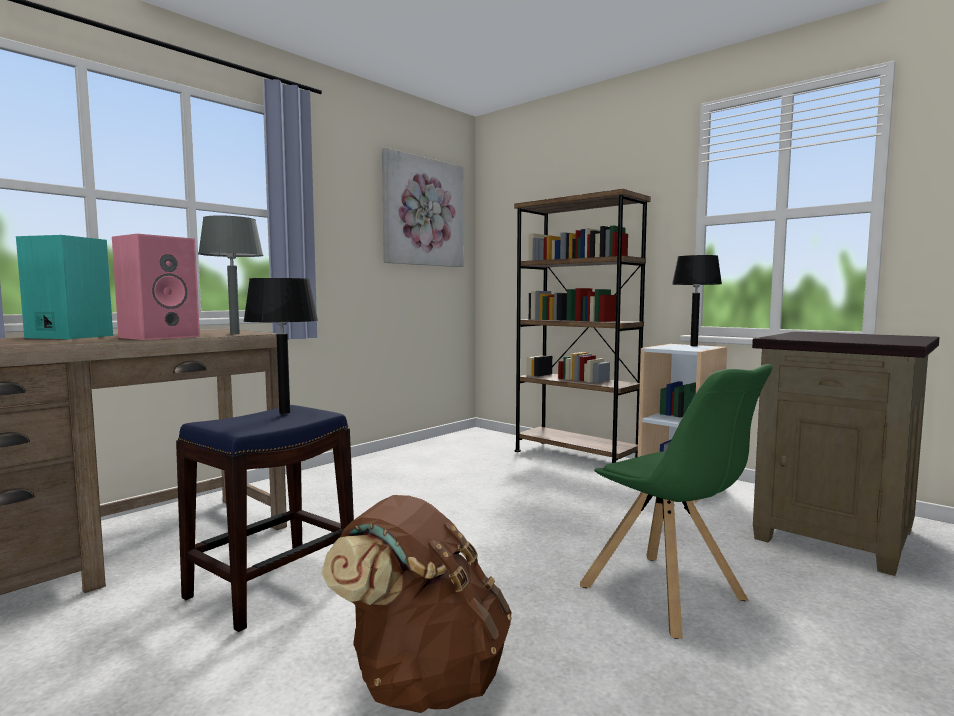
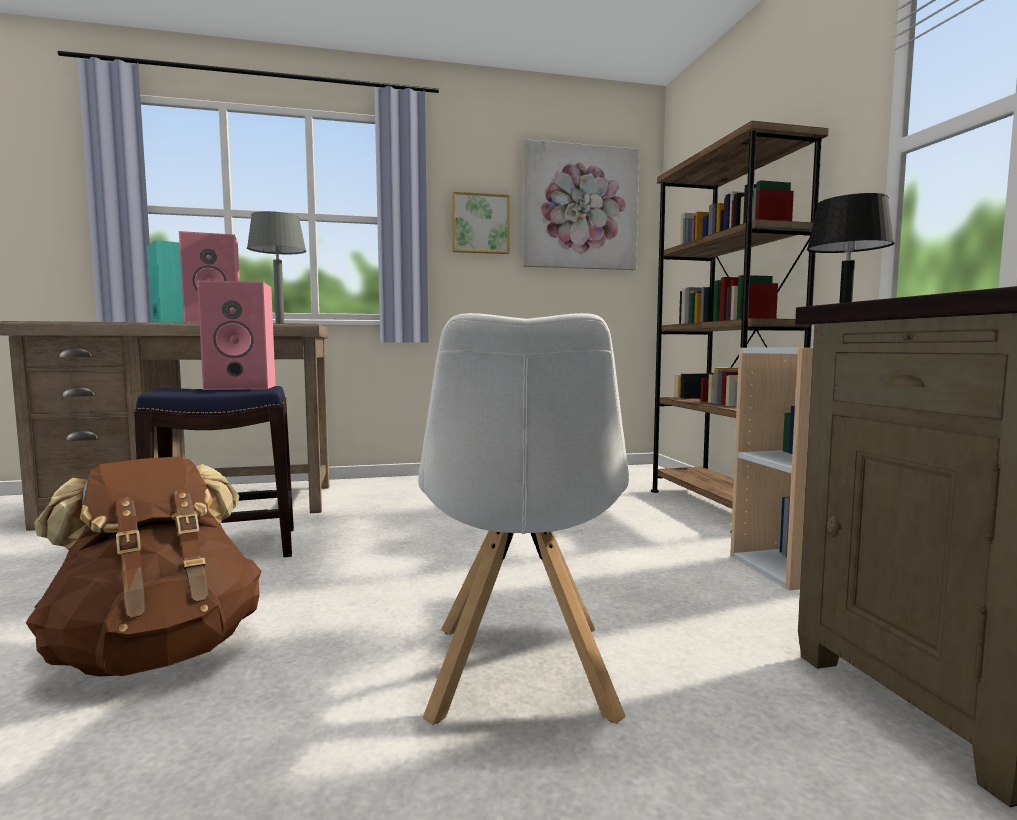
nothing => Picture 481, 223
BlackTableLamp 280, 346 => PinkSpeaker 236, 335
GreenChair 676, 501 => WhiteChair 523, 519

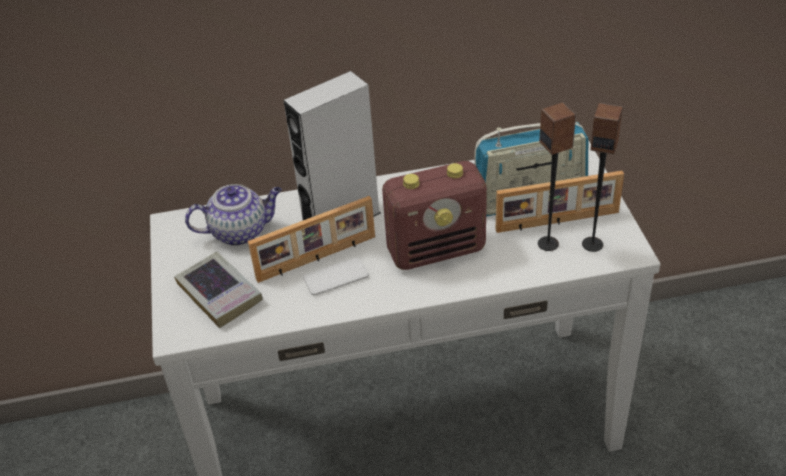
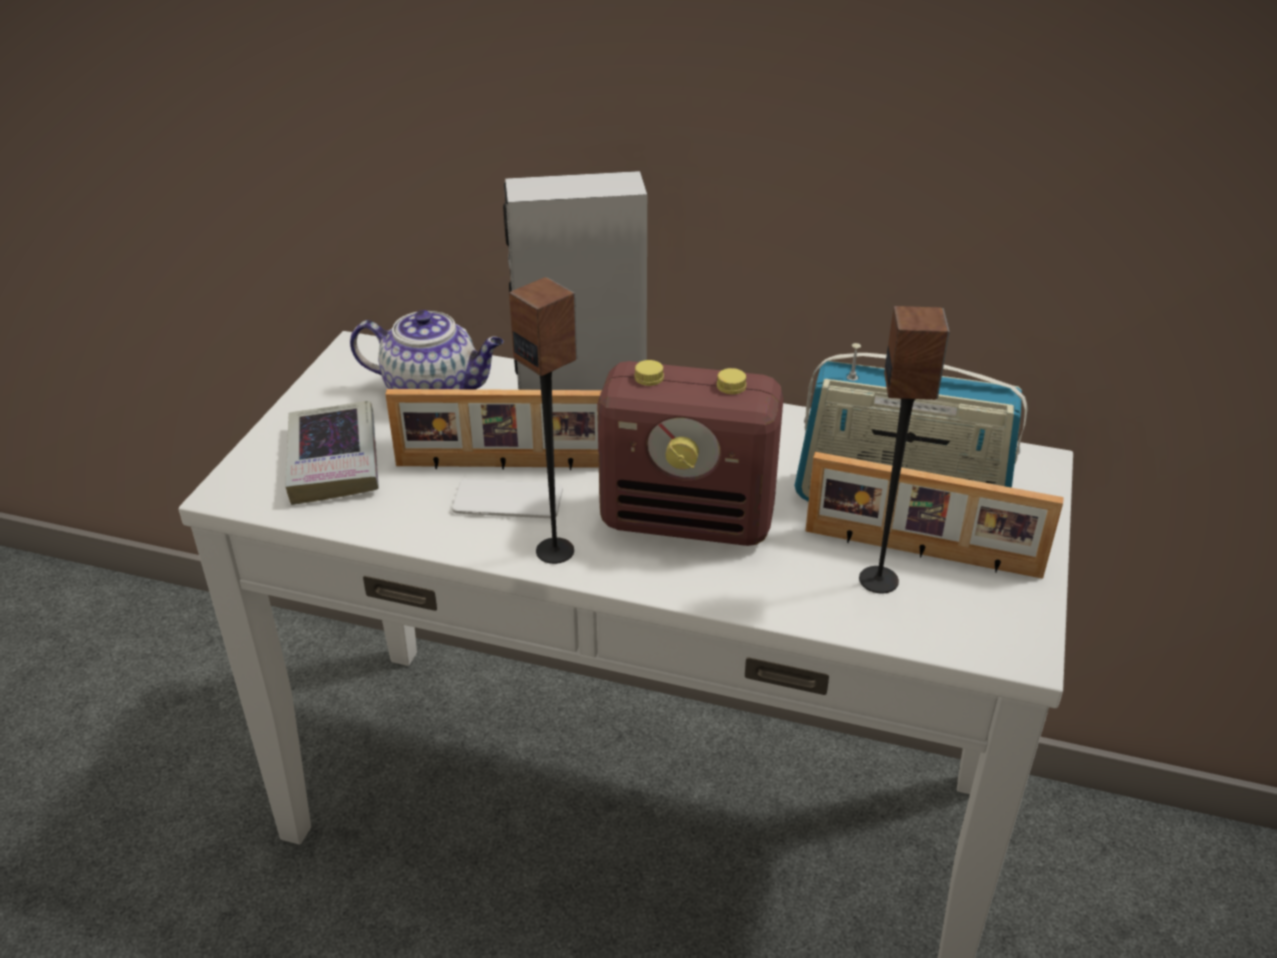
Speaker 602, 177 => Speaker 543, 420, move

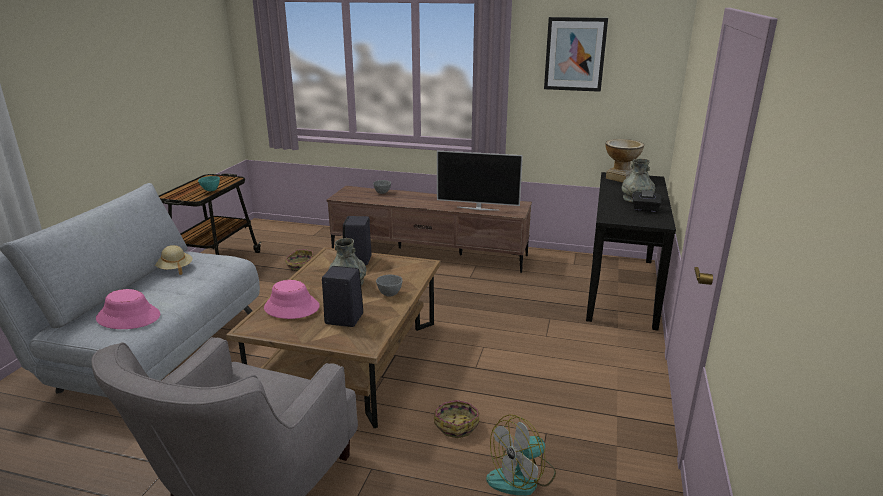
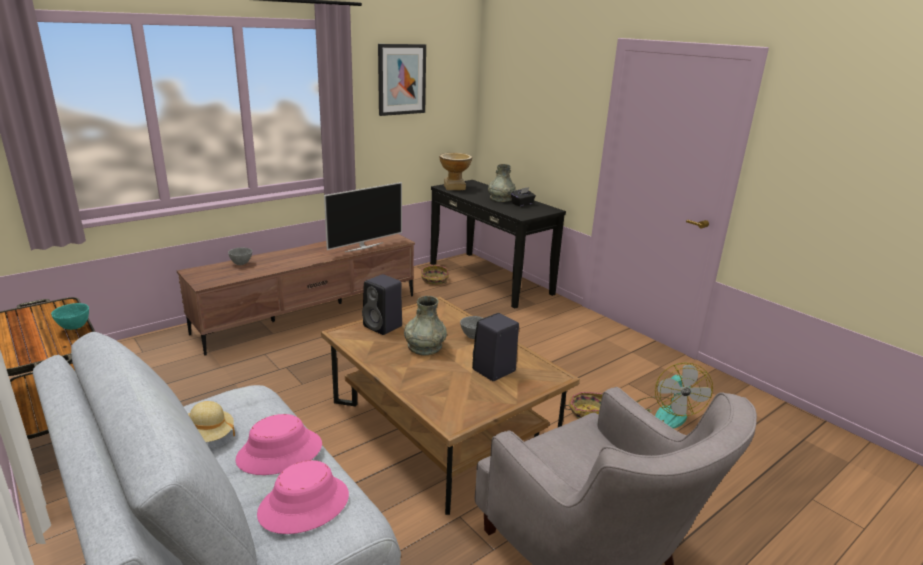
PinkHat 292, 299 => PinkHat 278, 444, move
Basket 300, 260 => Basket 435, 275, move

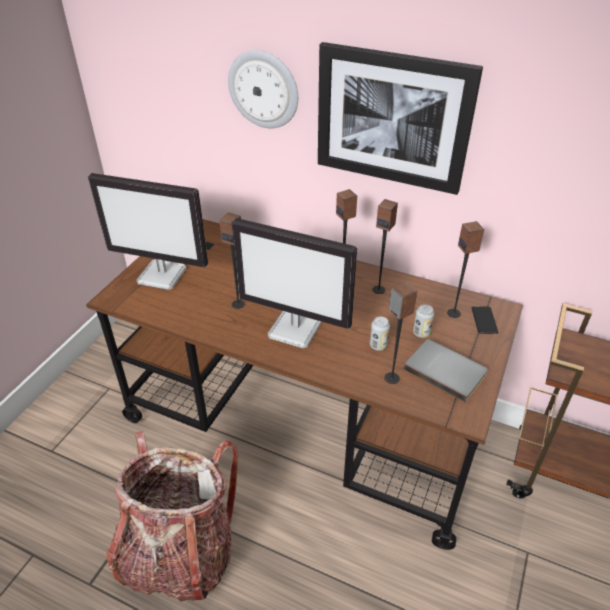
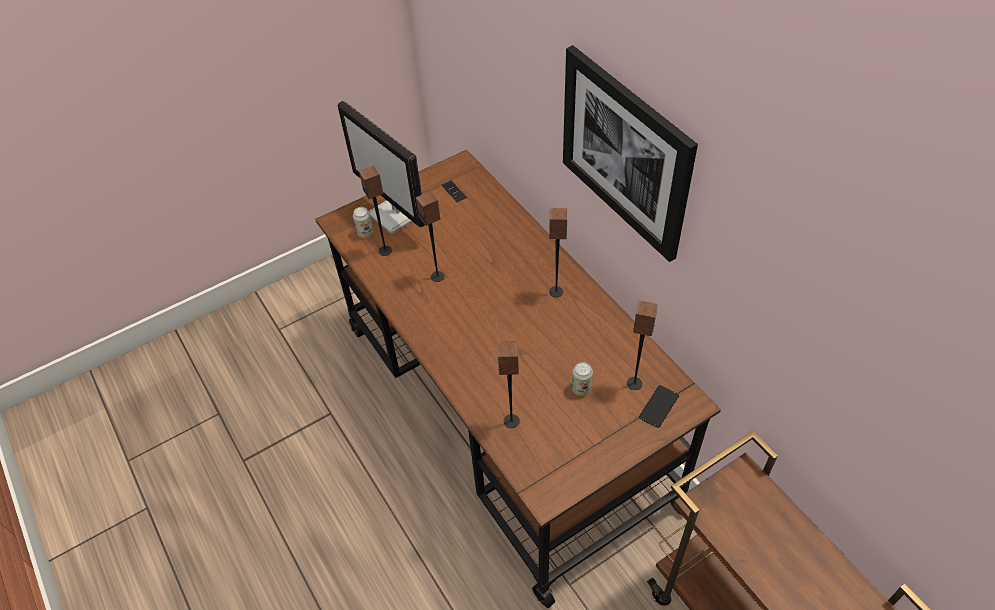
Backpack 172, 516 => nothing
WallClock 263, 89 => nothing
Monitor 294, 283 => nothing
GreyBook 445, 370 => nothing
Can 380, 333 => Can 363, 222, move
Speaker 385, 246 => Speaker 375, 211, move

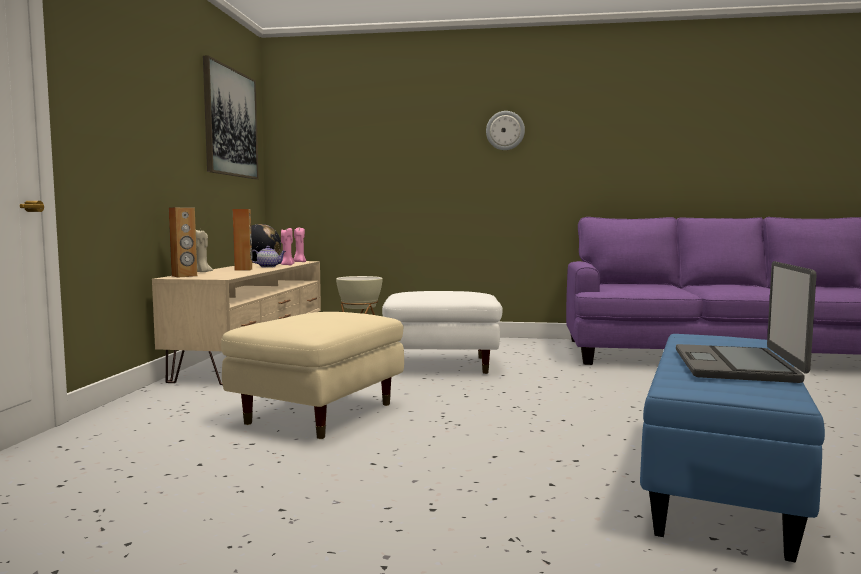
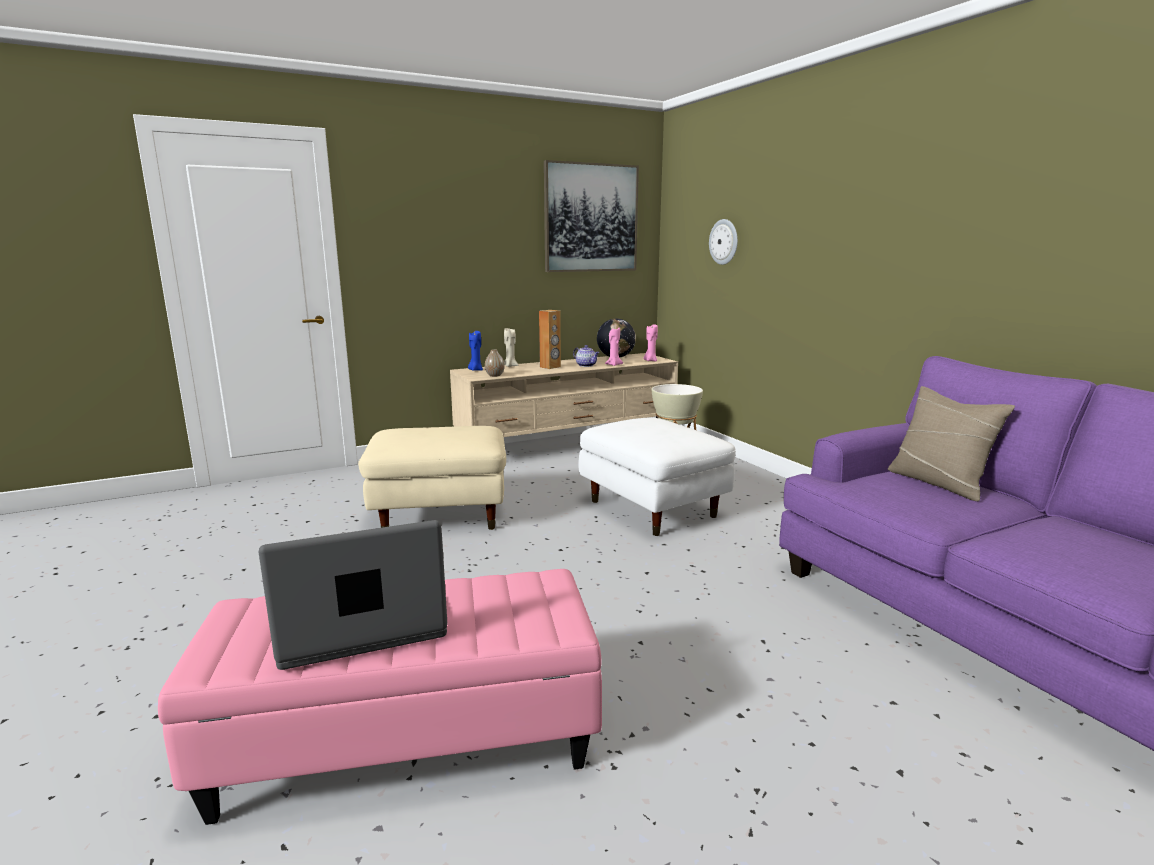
nothing => Vase 495, 363
nothing => BeigePillow 951, 443
WallClock 505, 130 => WallClock 723, 242, move
BrownSpeaker 183, 242 => BlueCandle 475, 351
BlueOttoman 732, 448 => PinkOttoman 380, 697

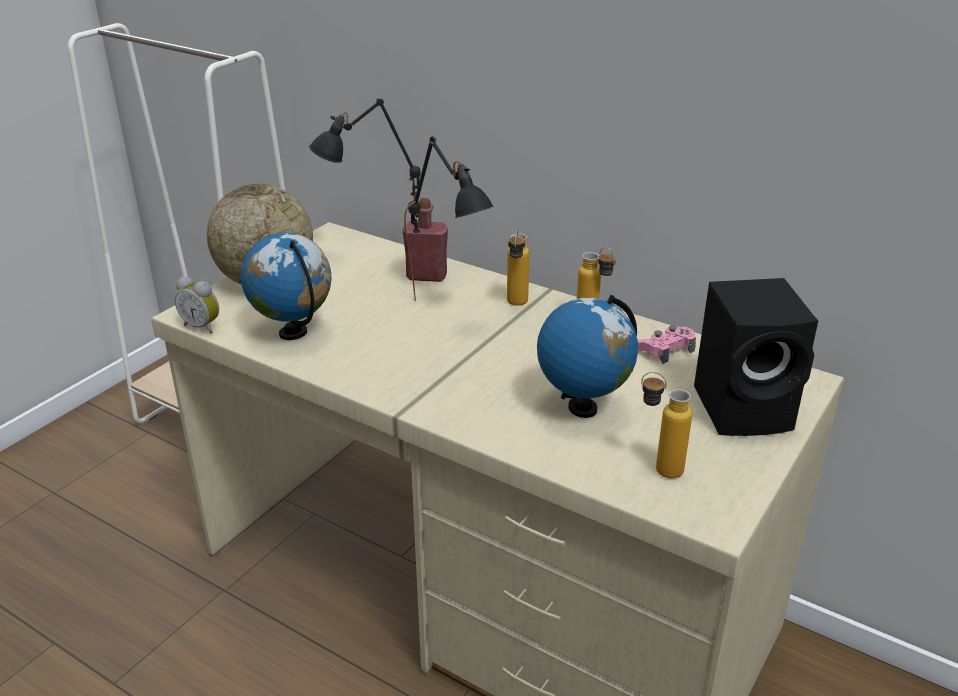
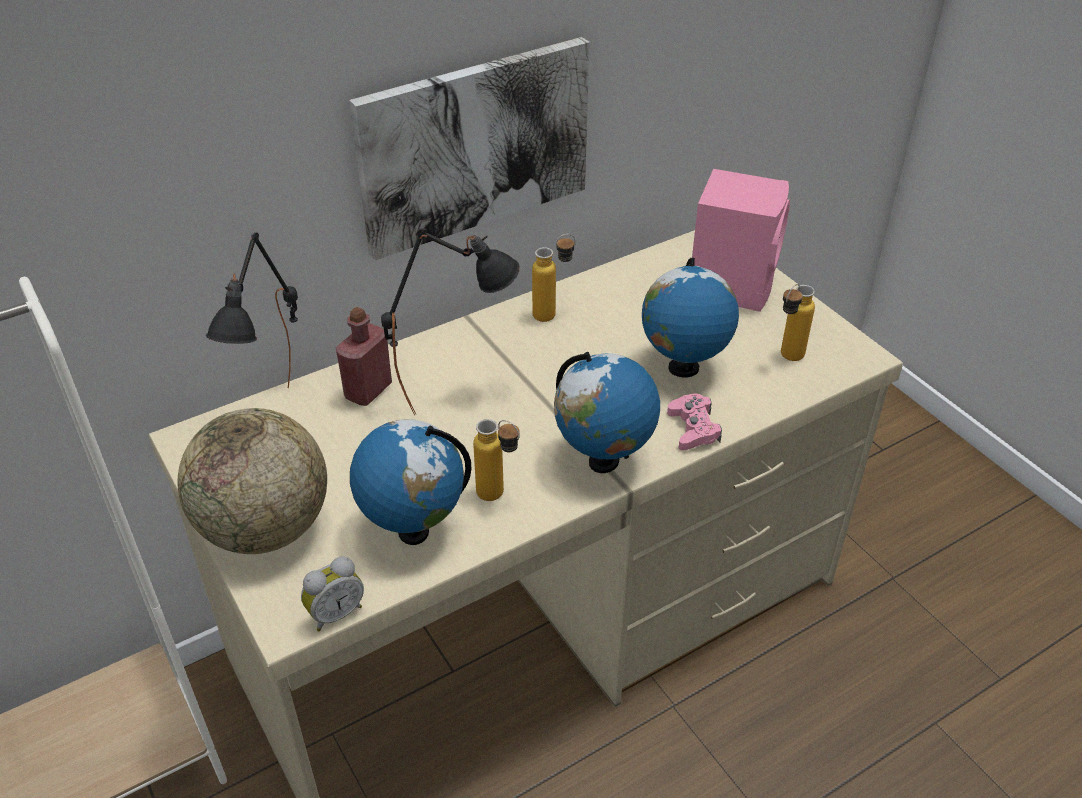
nothing => Picture 469, 148
nothing => Globe 607, 412
Bottle 518, 268 => Bottle 496, 460, move
PinkGameController 667, 344 => PinkGameController 694, 421, move
BlackSpeaker 756, 357 => PinkSpeaker 741, 240

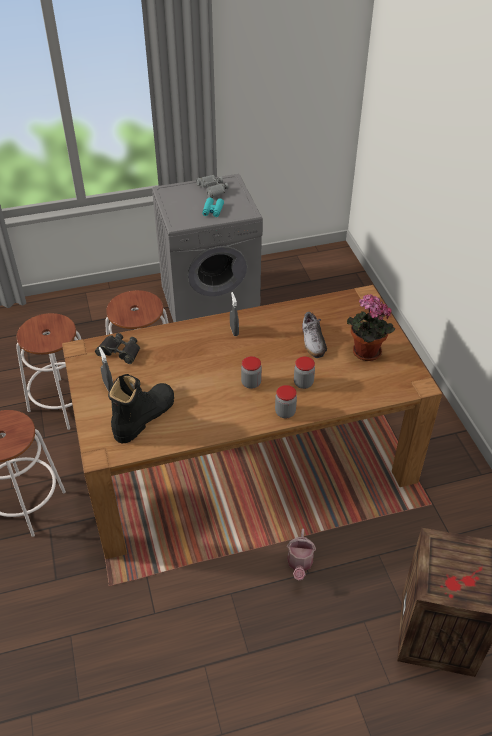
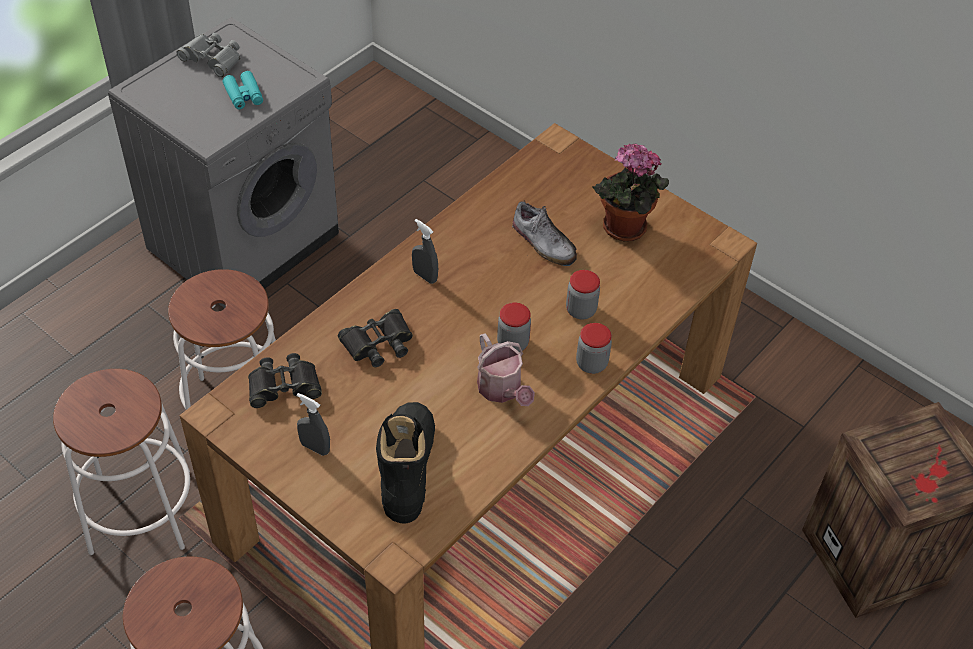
nothing => BlackBinoculars 375, 338
WateringCan 301, 554 => WateringCan 506, 369, move

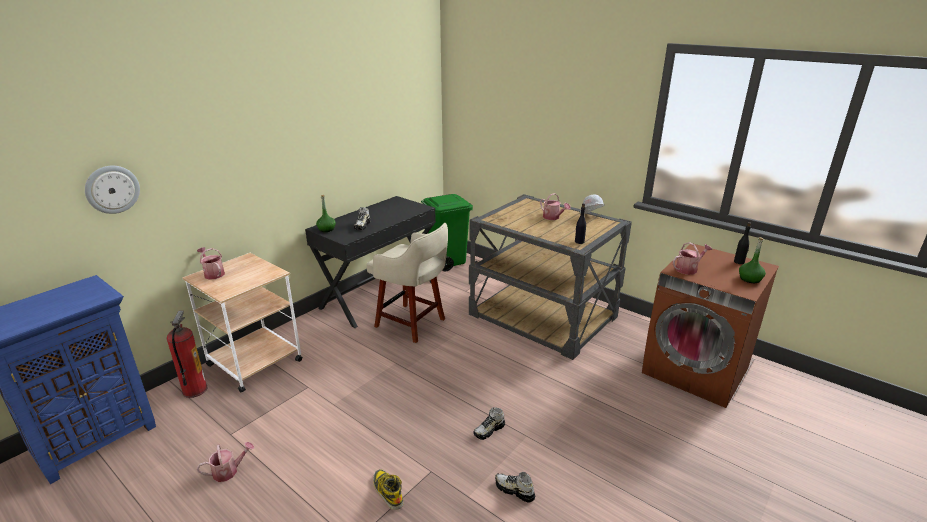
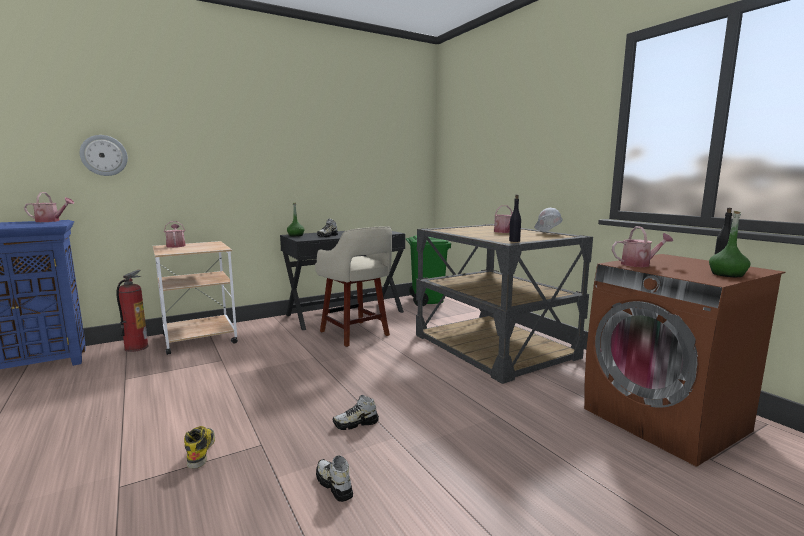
WateringCan 225, 462 => WateringCan 49, 207, move

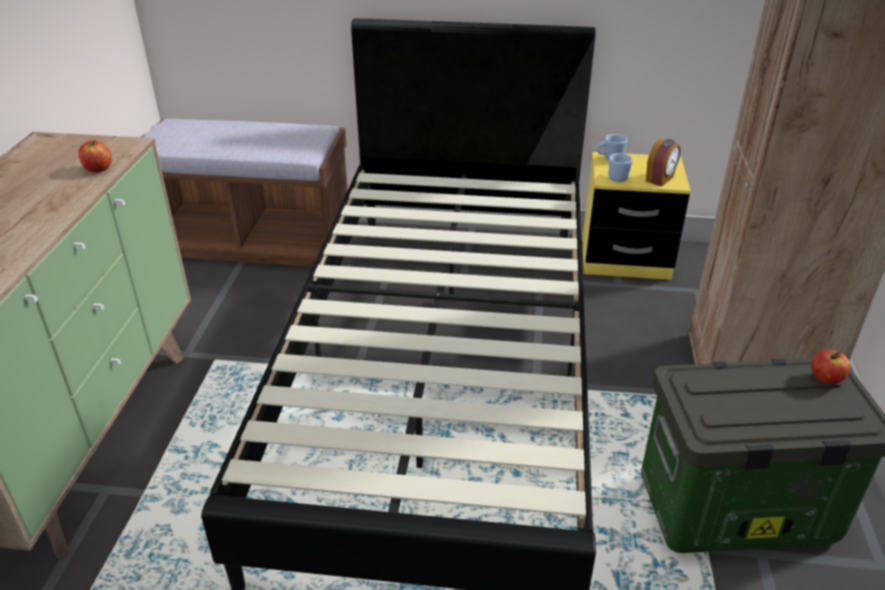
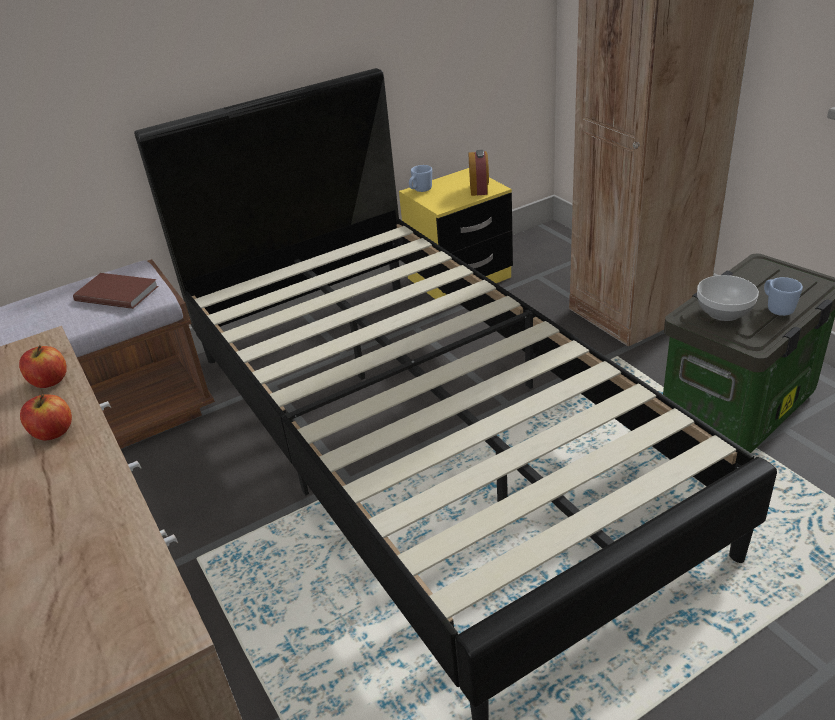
nothing => BrownBook 115, 291
nothing => Bowl 728, 298
BlueMug 621, 167 => BlueMug 783, 296, move
Apple 830, 366 => Apple 46, 417, move

